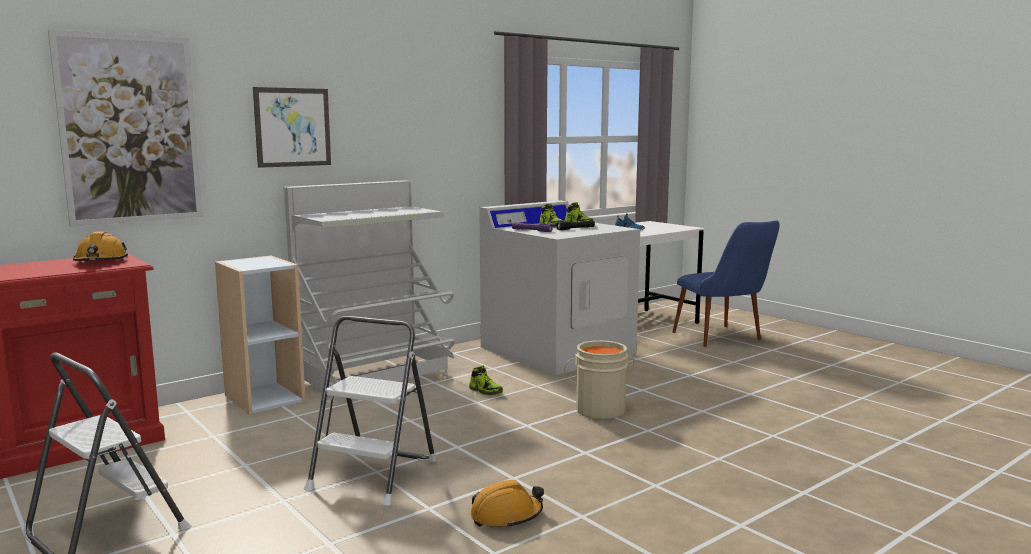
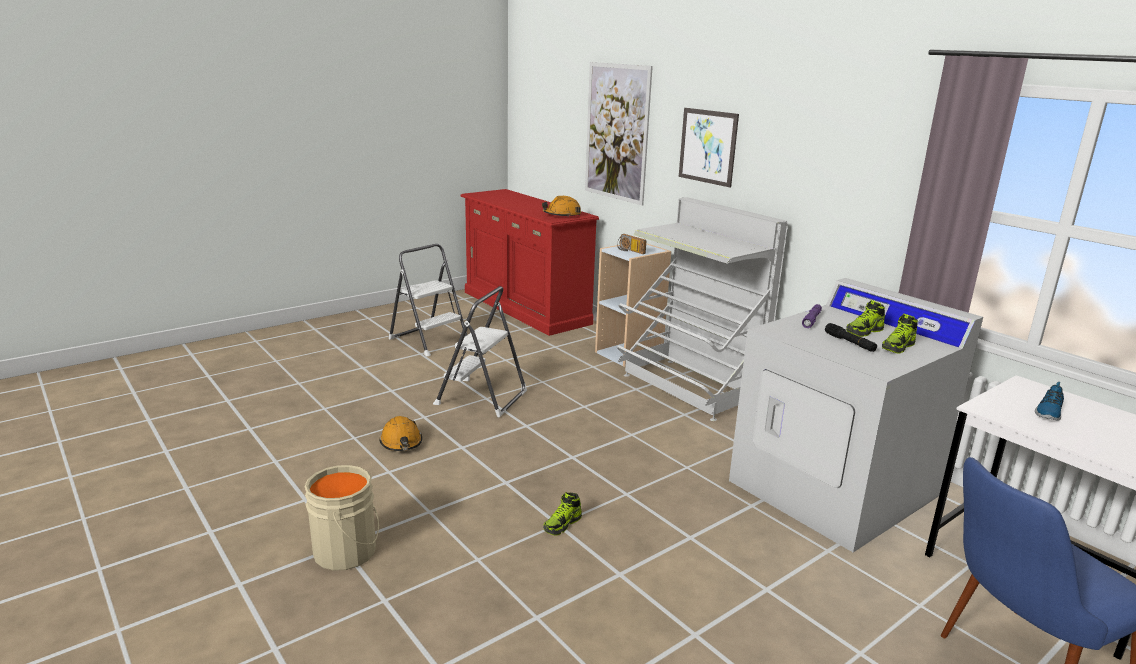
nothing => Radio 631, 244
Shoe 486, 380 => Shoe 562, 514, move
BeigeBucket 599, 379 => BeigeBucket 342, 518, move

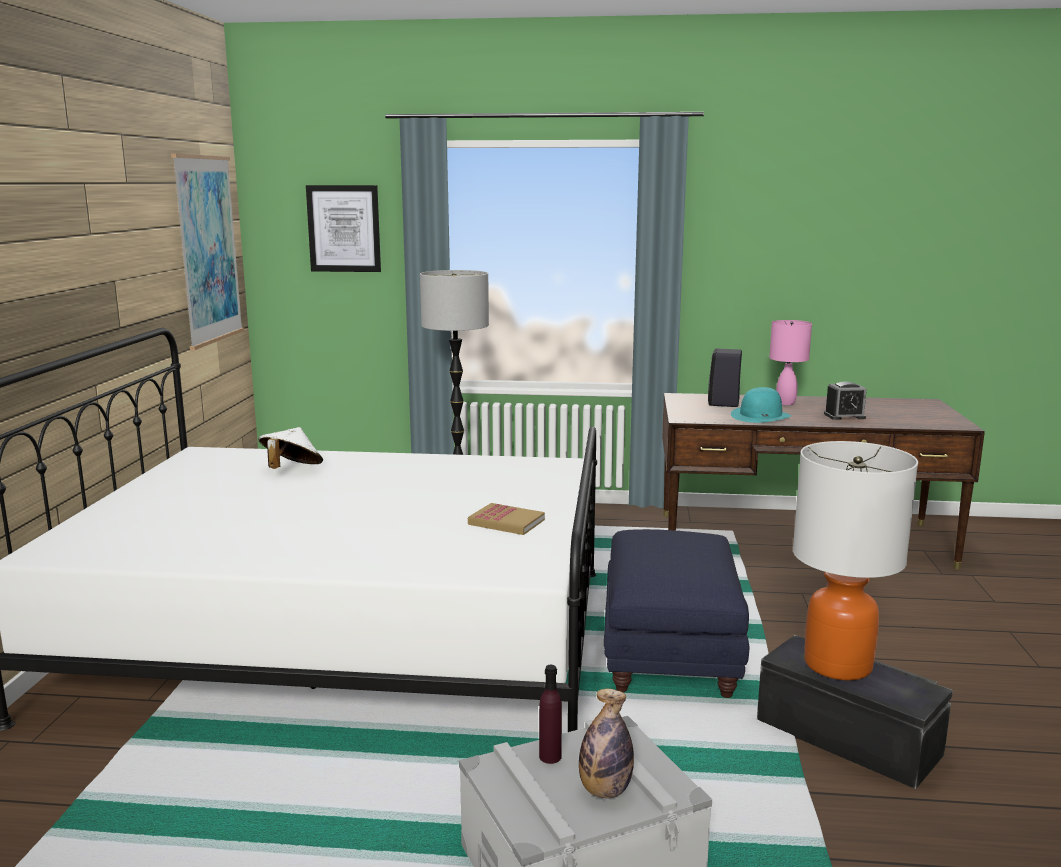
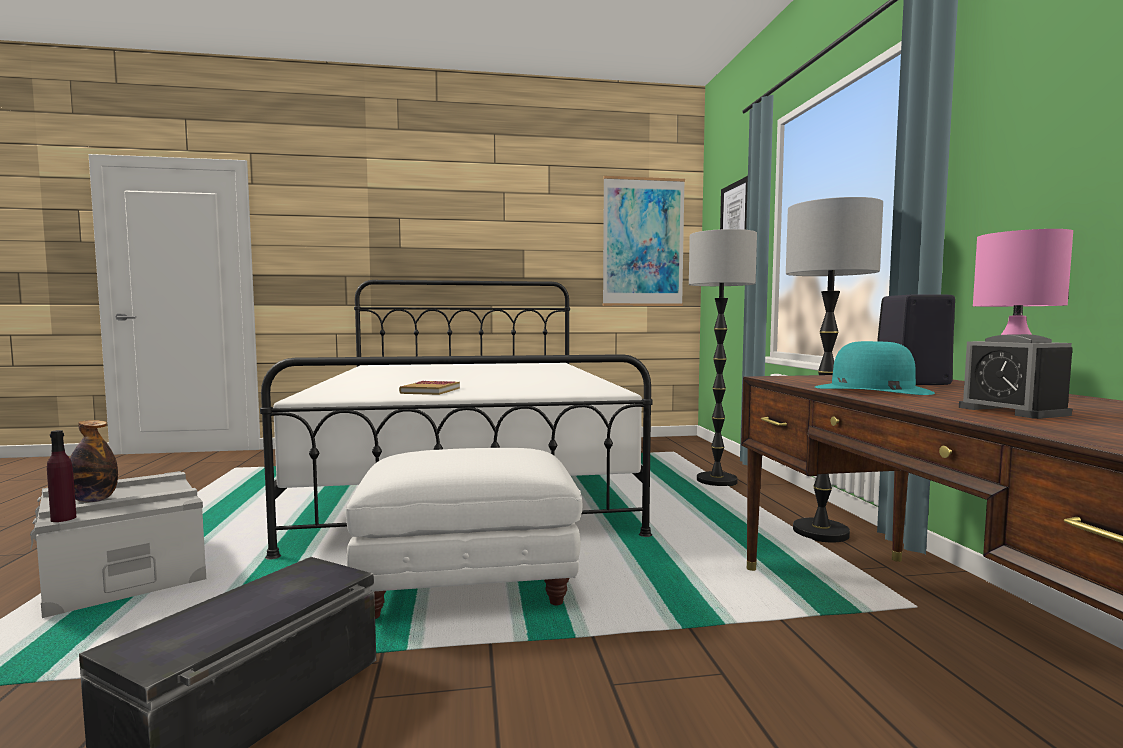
WhiteHat 290, 448 => nothing
TableLamp 855, 560 => nothing
nothing => FloorLamp 834, 369
PurpleBottle 550, 714 => PurpleBottle 61, 476, move
BlueOttoman 676, 613 => WhiteOttoman 464, 533

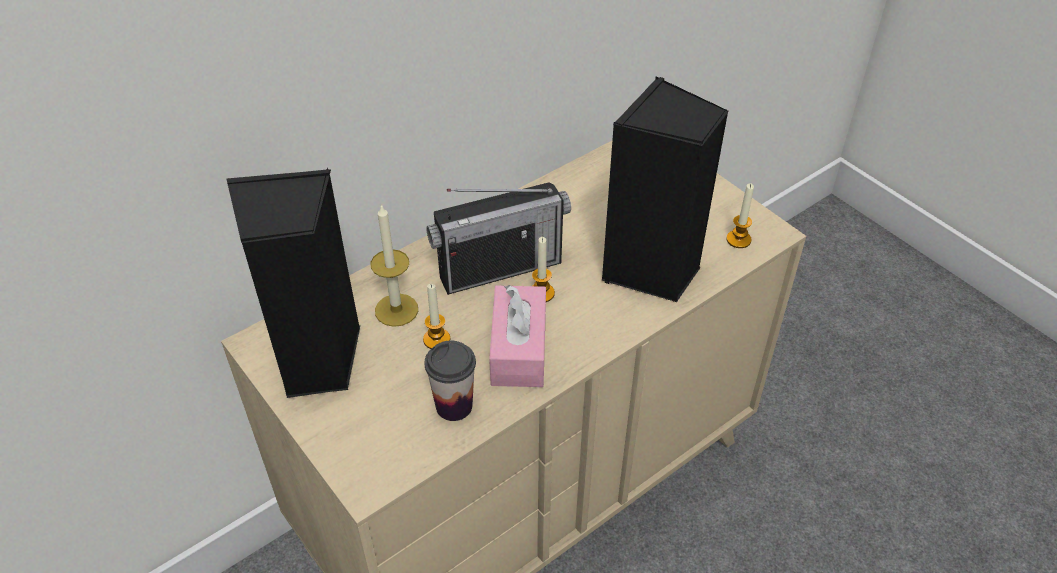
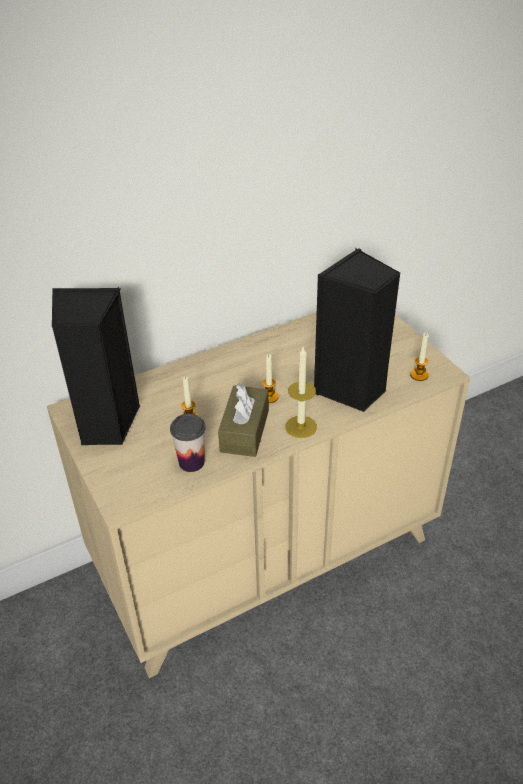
Radio 498, 238 => nothing
Candle 394, 265 => Candle 301, 392, move
PinkTissueBox 517, 336 => BrownTissueBox 243, 420

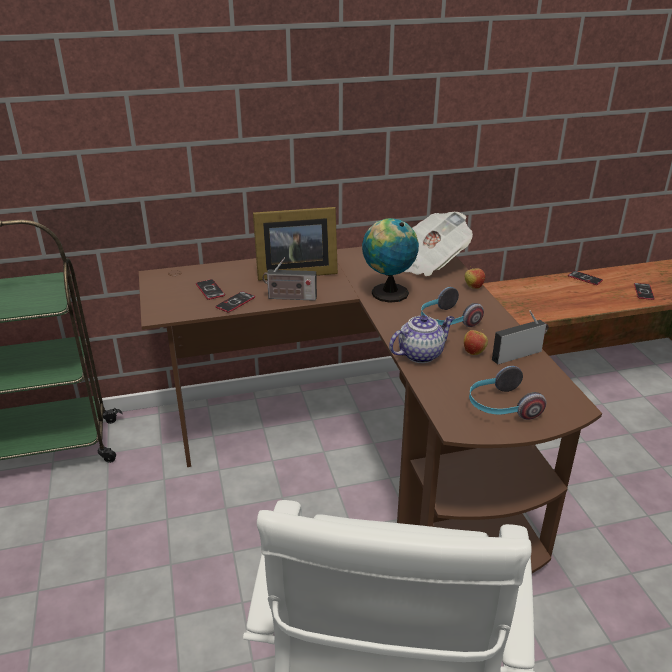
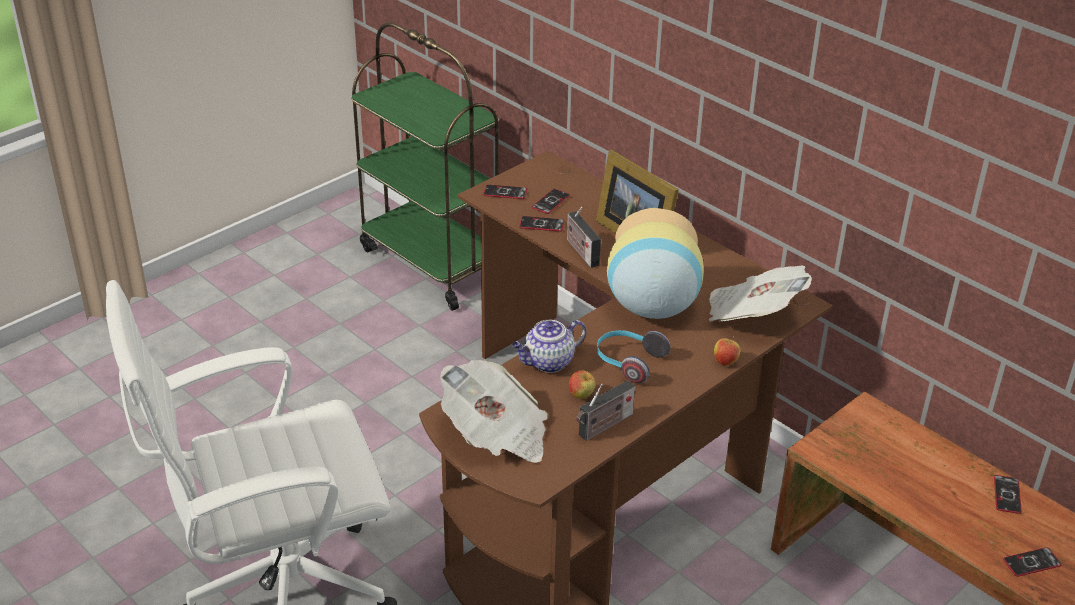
nothing => Phone 505, 192
Globe 390, 260 => Vase 655, 263
Headphones 507, 393 => Newspaper 493, 411
Teapot 422, 339 => Teapot 549, 346, 120 degrees clockwise
Radio 520, 337 => Radio 605, 410, 105 degrees clockwise

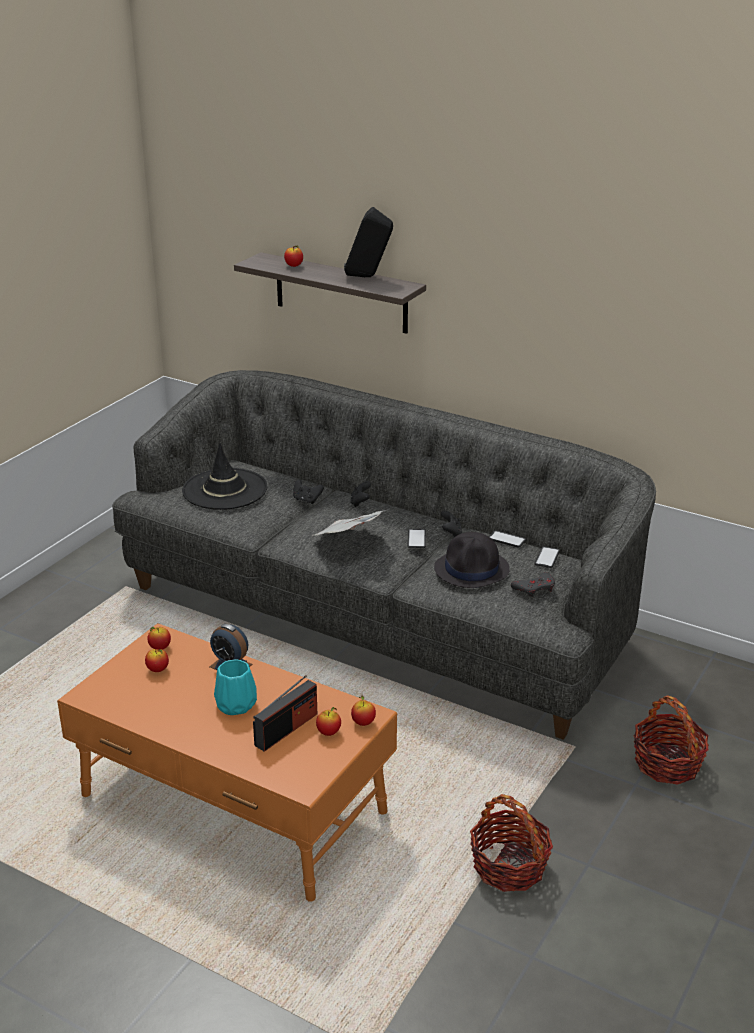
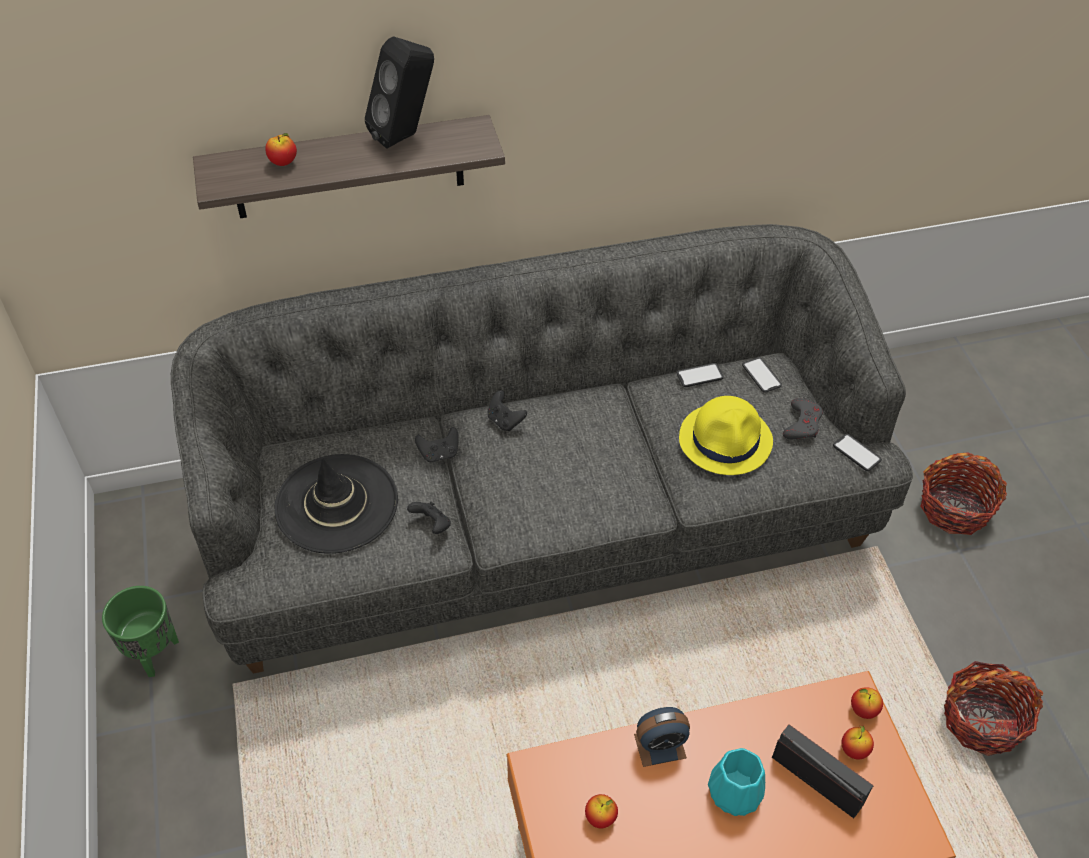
Apple 159, 638 => nothing
Newspaper 349, 523 => nothing
nothing => GreenPlanter 140, 631
Phone 417, 538 => Phone 857, 452, move
BlackGameController 451, 523 => BlackGameController 429, 518, move
BlackHat 472, 560 => YellowHat 726, 435
Radio 285, 713 => Radio 823, 771, 45 degrees counterclockwise

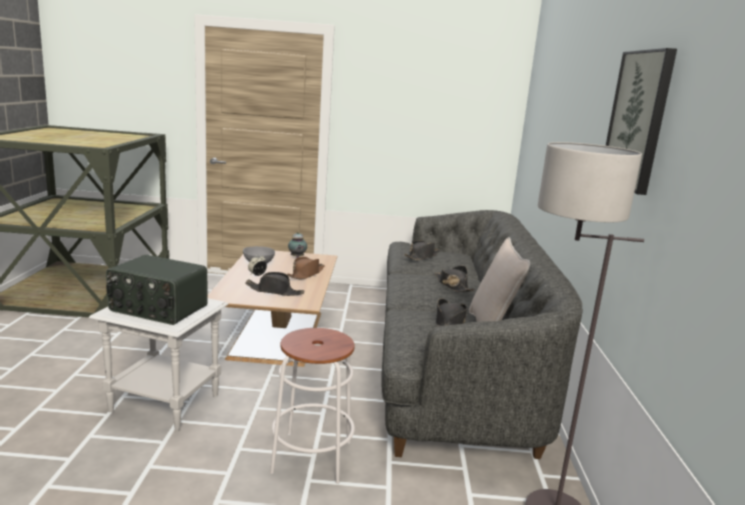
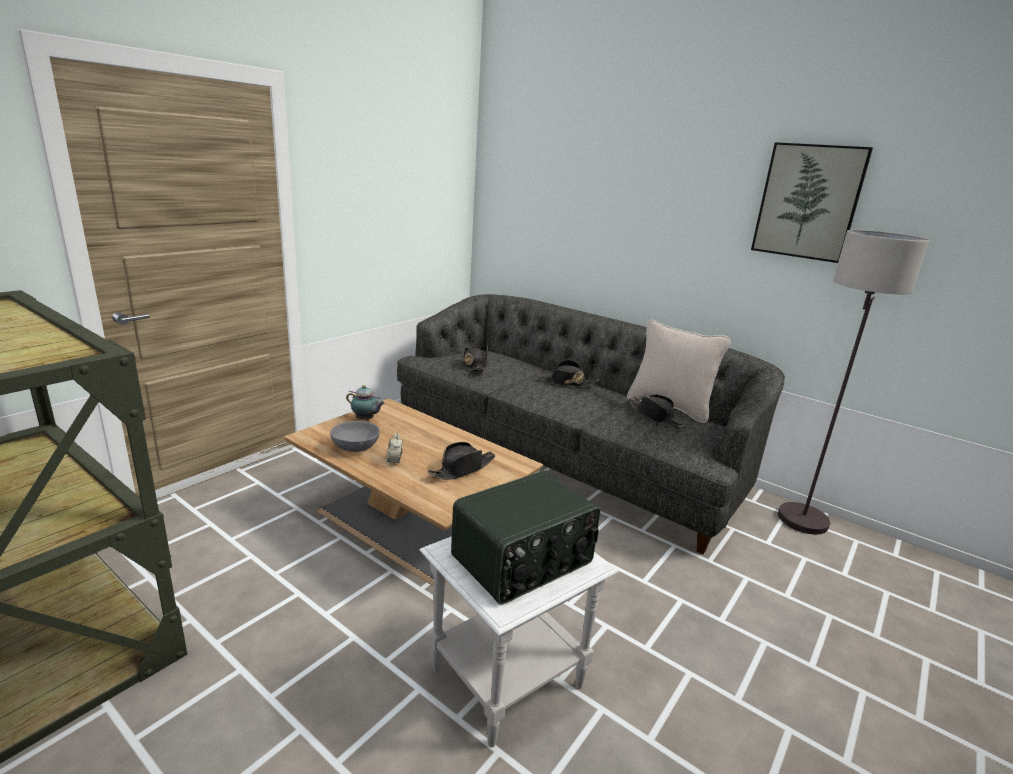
WhiteStool 312, 406 => nothing
BrownHat 306, 268 => nothing

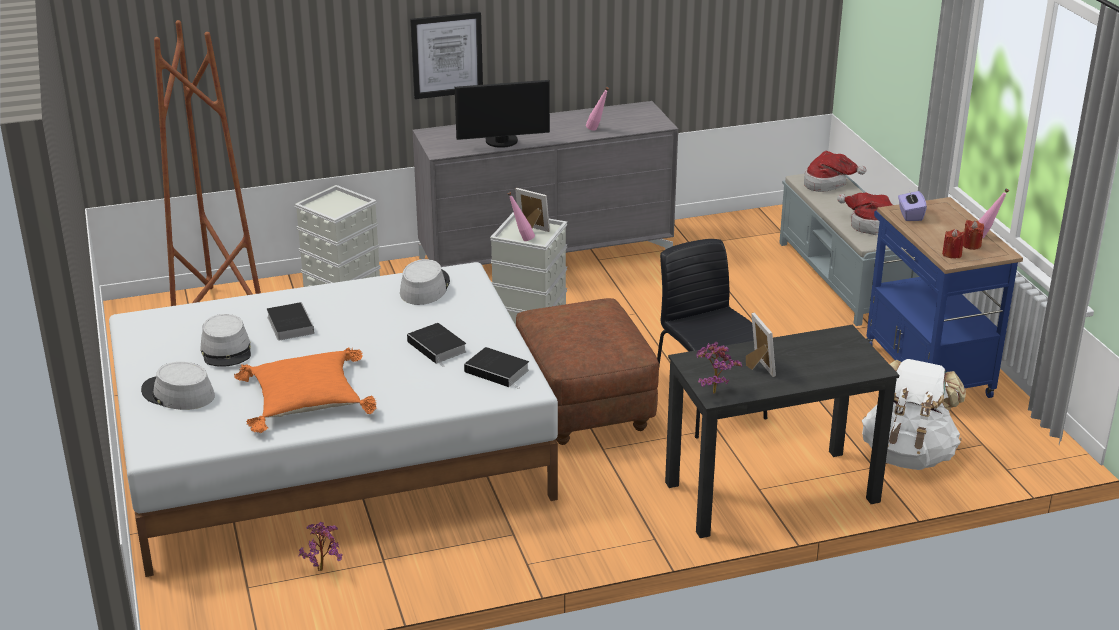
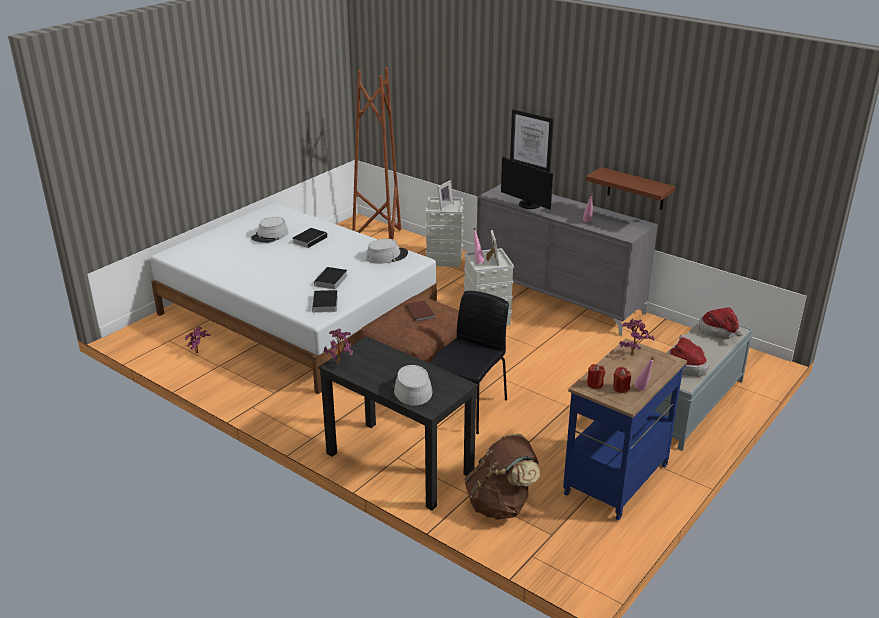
OrangePillow 305, 390 => nothing
nothing => BrownBook 420, 311
nothing => BrownShelf 630, 188
GreyHat 178, 386 => GreyHat 412, 385, move
PictureFrame 761, 345 => PictureFrame 445, 195, move
PurpleTissueBox 912, 206 => PottedPlant 636, 337
WhiteBackpack 914, 414 => BrownBackpack 502, 477

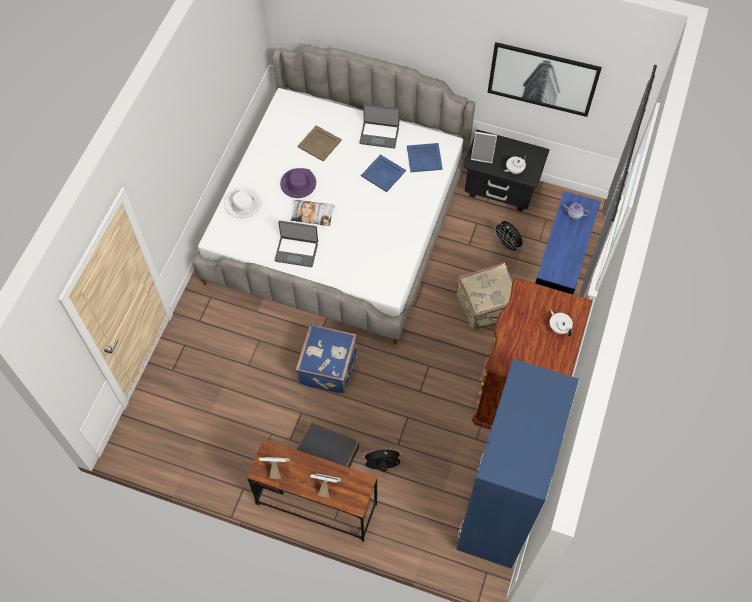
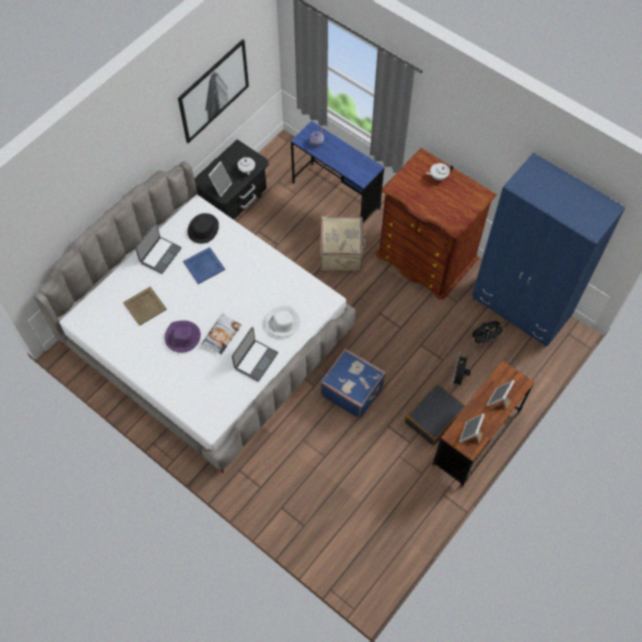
WhiteHat 243, 202 => WhiteHat 283, 321, move
BlackFan 507, 236 => BlackFan 487, 333, move
BlueTray 425, 157 => BlackHat 203, 228

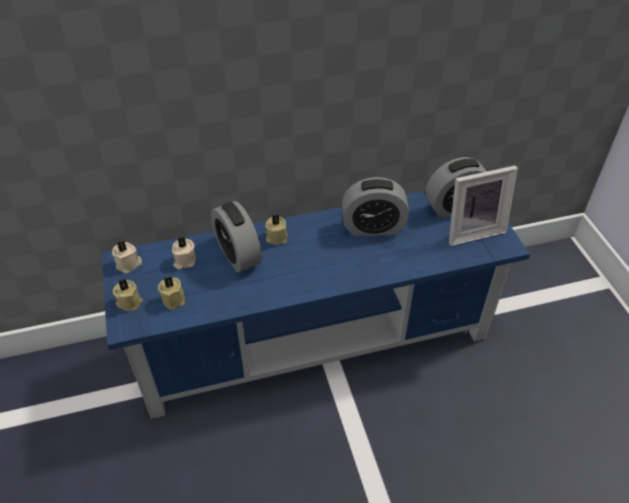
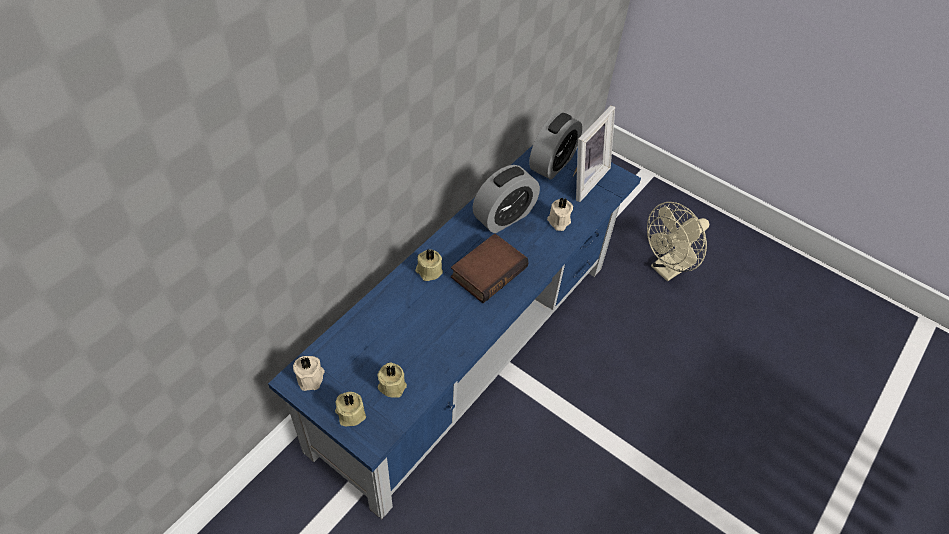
AlarmClock 236, 237 => nothing
nothing => Book 490, 268
nothing => BeigeFan 678, 241
BeigeCandle 184, 252 => BeigeCandle 560, 214, move

